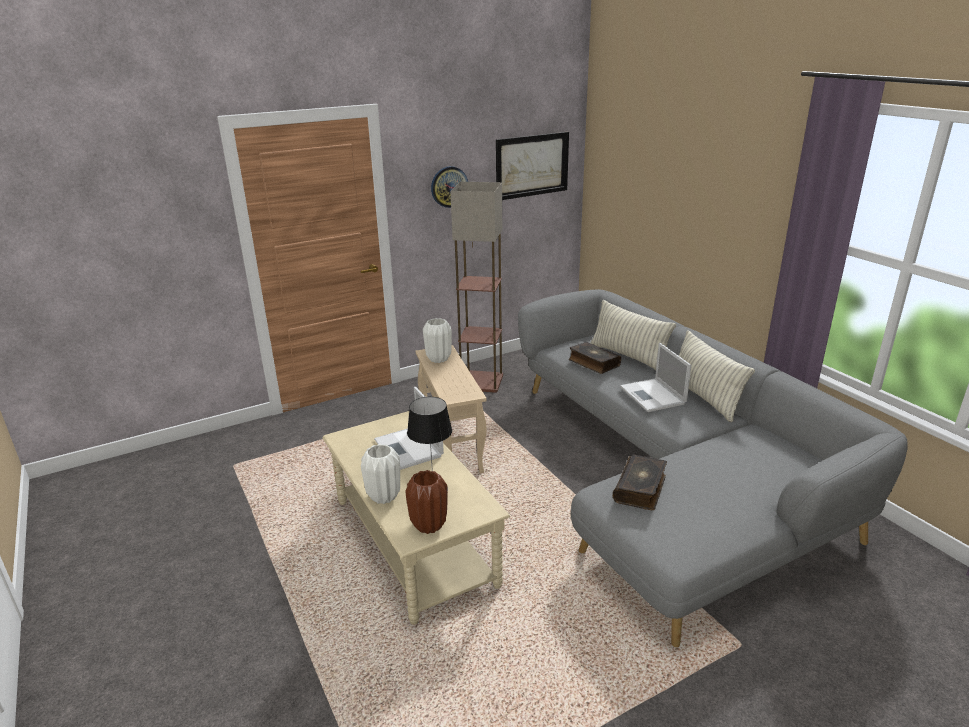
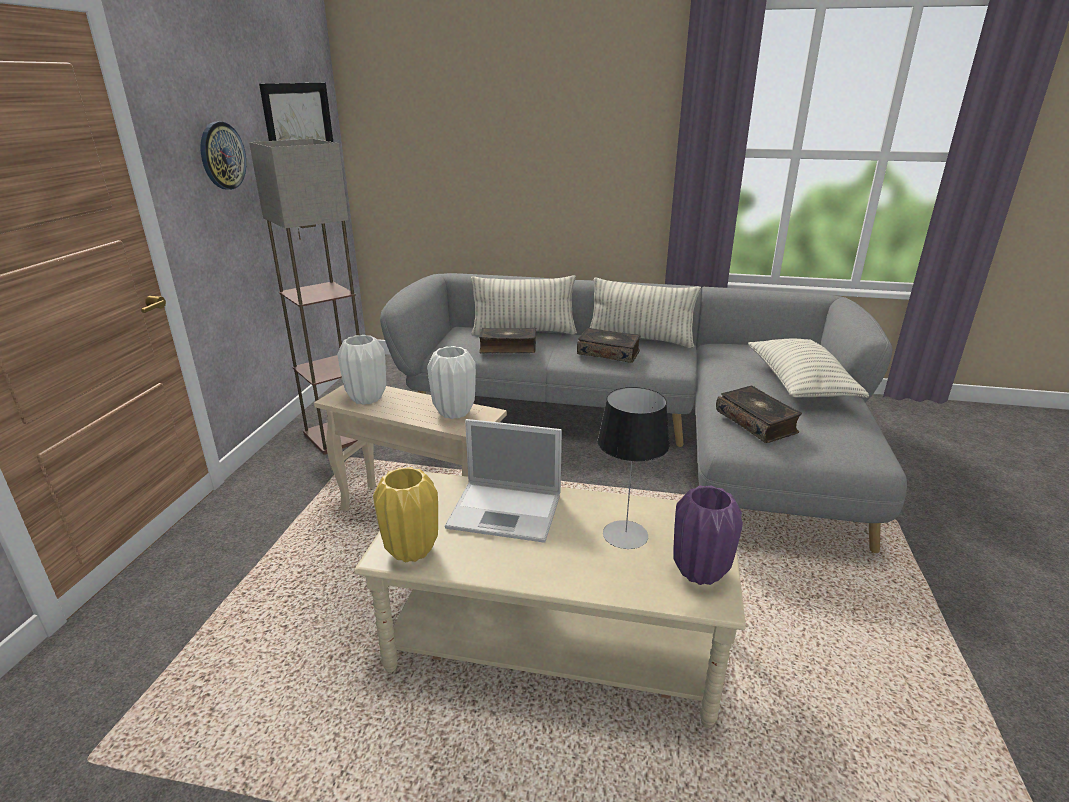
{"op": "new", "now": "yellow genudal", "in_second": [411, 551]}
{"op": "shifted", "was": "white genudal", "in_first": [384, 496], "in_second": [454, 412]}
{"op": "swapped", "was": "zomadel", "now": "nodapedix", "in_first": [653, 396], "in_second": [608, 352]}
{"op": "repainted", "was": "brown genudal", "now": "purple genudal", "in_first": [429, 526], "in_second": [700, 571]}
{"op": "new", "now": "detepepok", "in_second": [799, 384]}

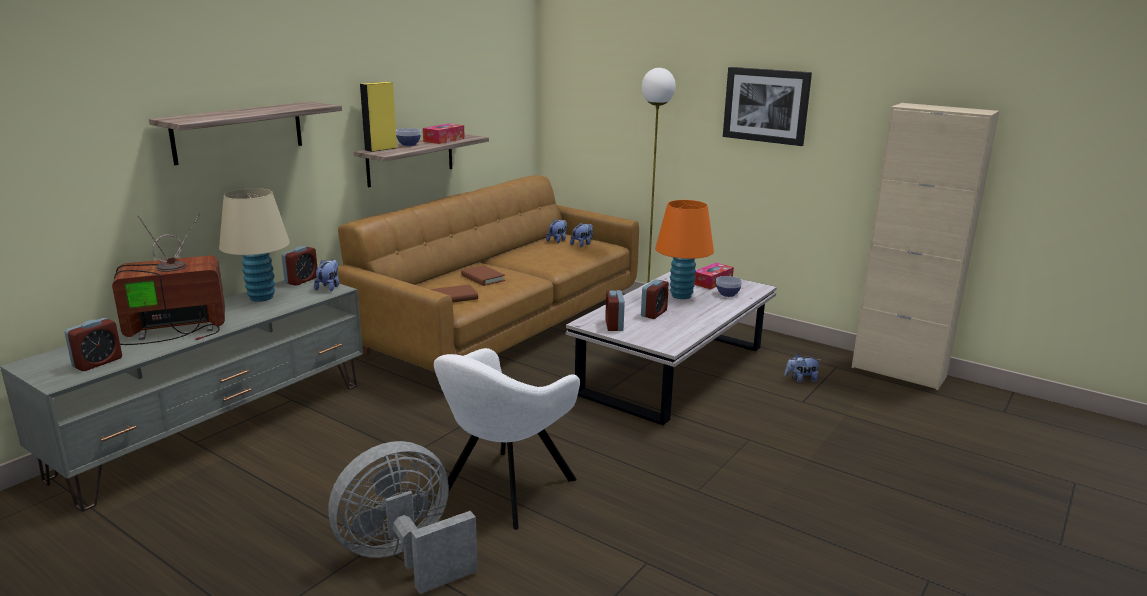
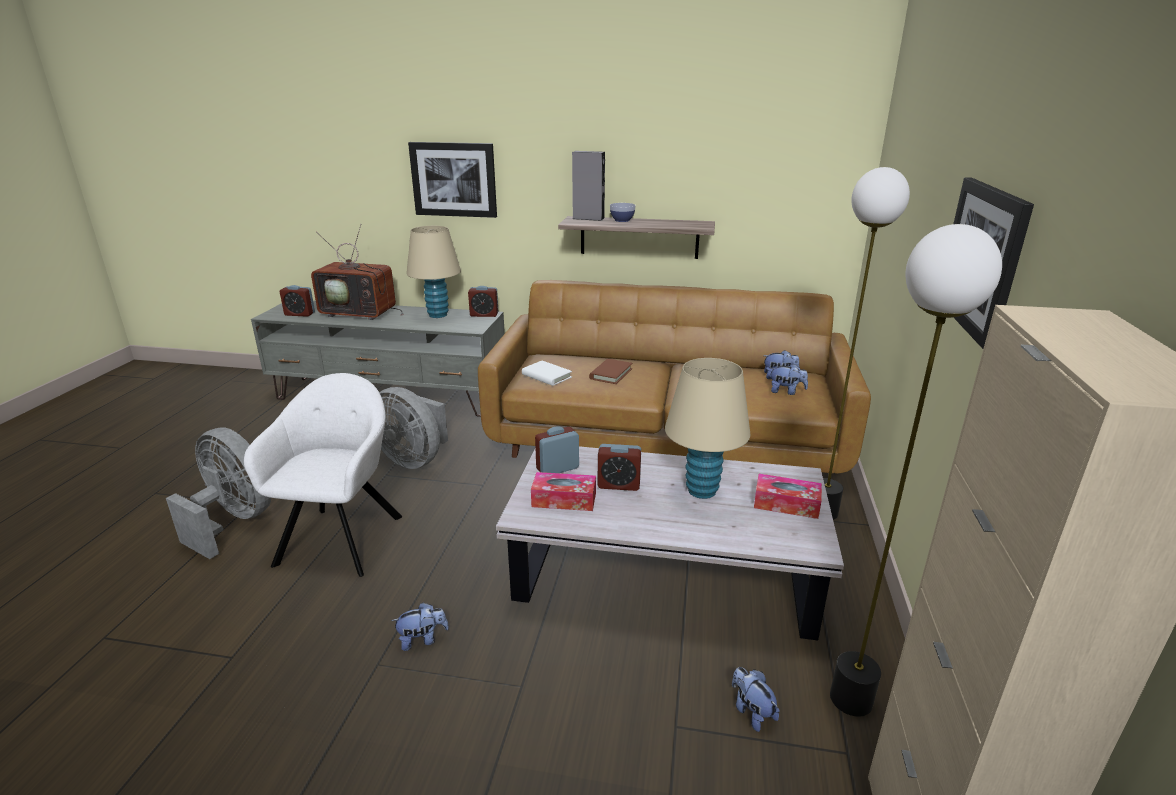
{"op": "rotated", "was": "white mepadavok", "in_first": [504, 489], "in_second": [343, 536], "clockwise": 90}
{"op": "rotated", "was": "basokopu", "in_first": [173, 329], "in_second": [361, 313], "clockwise": 150}
{"op": "new", "now": "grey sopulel", "in_second": [414, 459]}
{"op": "shifted", "was": "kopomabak", "in_first": [329, 287], "in_second": [422, 639]}
{"op": "swapped", "was": "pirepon", "now": "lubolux", "in_first": [239, 132], "in_second": [454, 179]}
{"op": "repainted", "was": "brown nodapedix", "now": "white nodapedix", "in_first": [454, 297], "in_second": [546, 376]}
{"op": "shifted", "was": "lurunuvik", "in_first": [444, 140], "in_second": [564, 500]}
{"op": "repainted", "was": "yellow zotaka", "now": "grey zotaka", "in_first": [381, 149], "in_second": [588, 218]}
{"op": "repainted", "was": "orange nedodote", "now": "beige nedodote", "in_first": [681, 295], "in_second": [702, 491]}
{"op": "new", "now": "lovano", "in_second": [851, 700]}
{"op": "gone", "was": "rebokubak", "in_first": [727, 294]}

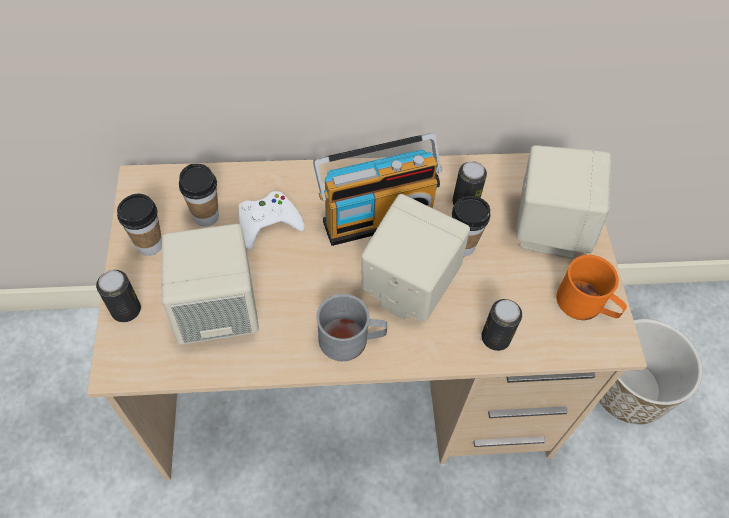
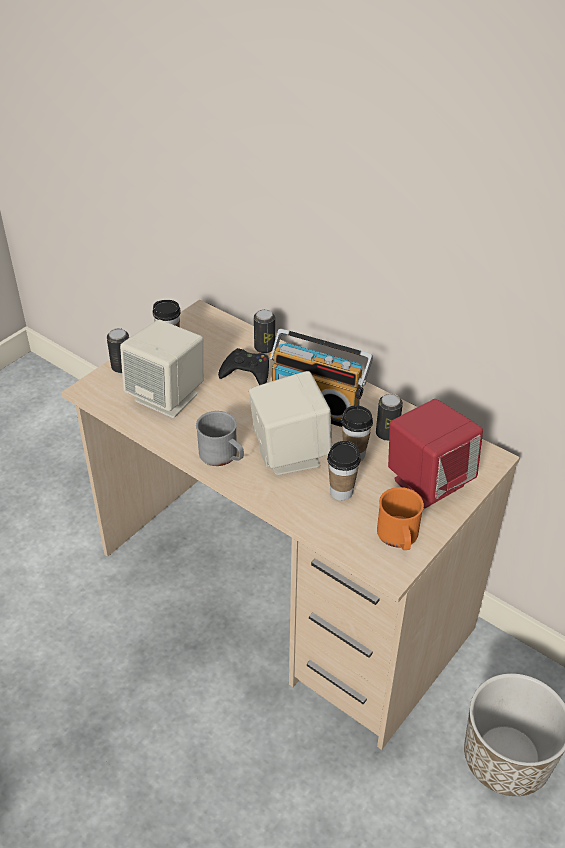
{"op": "repainted", "was": "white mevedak", "now": "black mevedak", "in_first": [268, 223], "in_second": [246, 372]}
{"op": "shifted", "was": "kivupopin", "in_first": [495, 338], "in_second": [264, 348]}
{"op": "shifted", "was": "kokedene", "in_first": [206, 216], "in_second": [341, 492]}
{"op": "repainted", "was": "beige zotaka", "now": "red zotaka", "in_first": [548, 229], "in_second": [428, 482]}

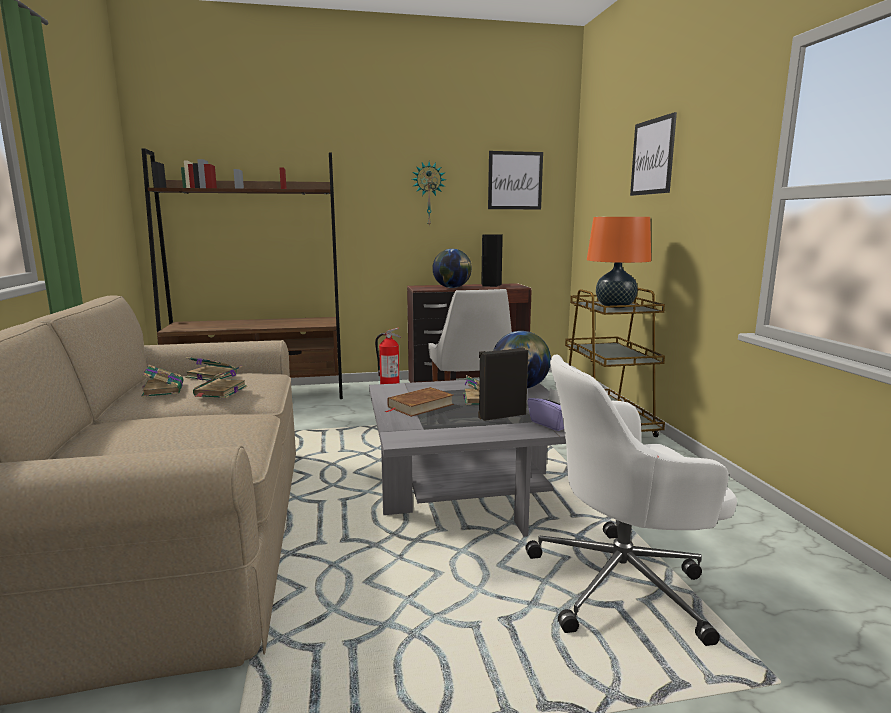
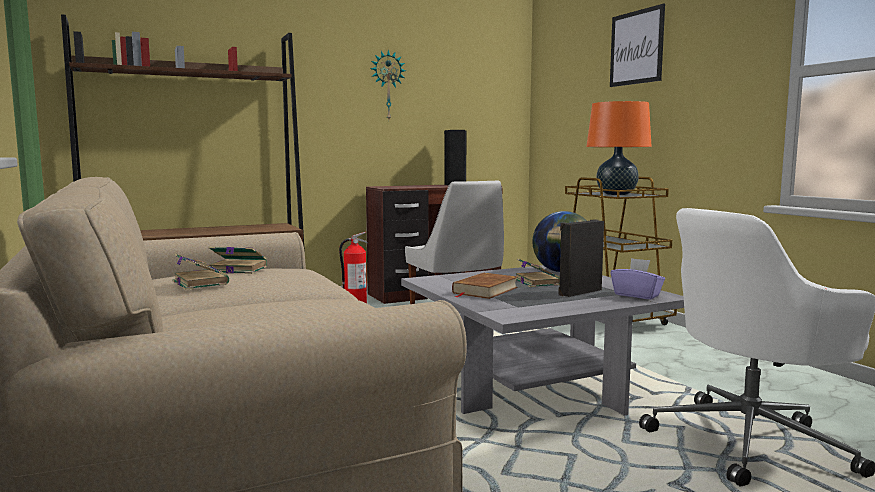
{"op": "gone", "was": "nodapedix", "in_first": [220, 392]}
{"op": "gone", "was": "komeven", "in_first": [452, 288]}
{"op": "gone", "was": "lubolux", "in_first": [515, 180]}

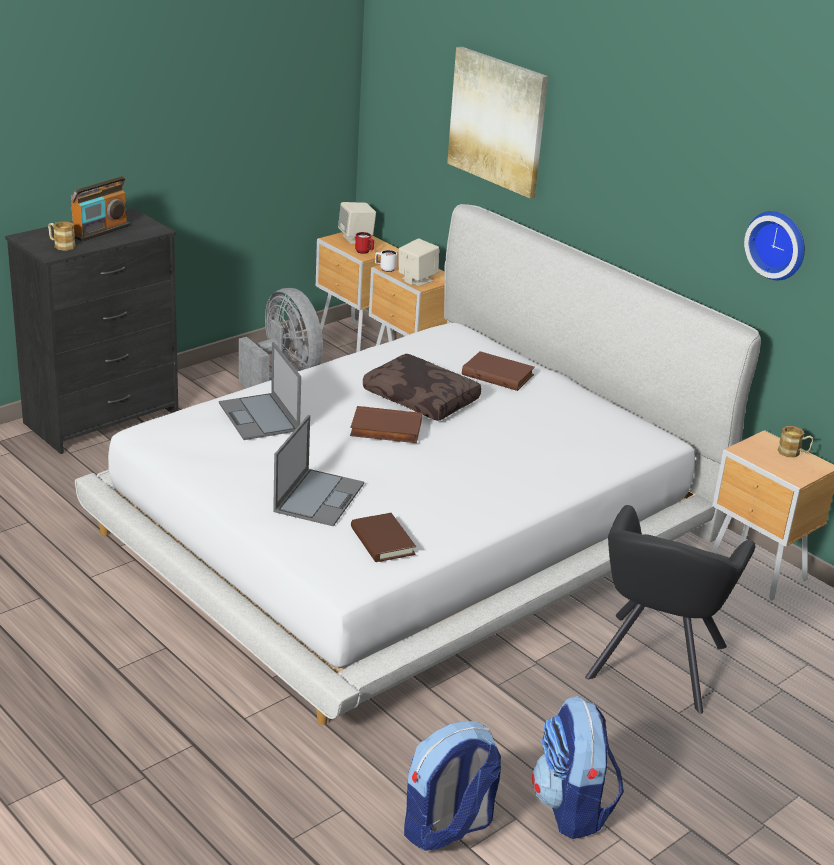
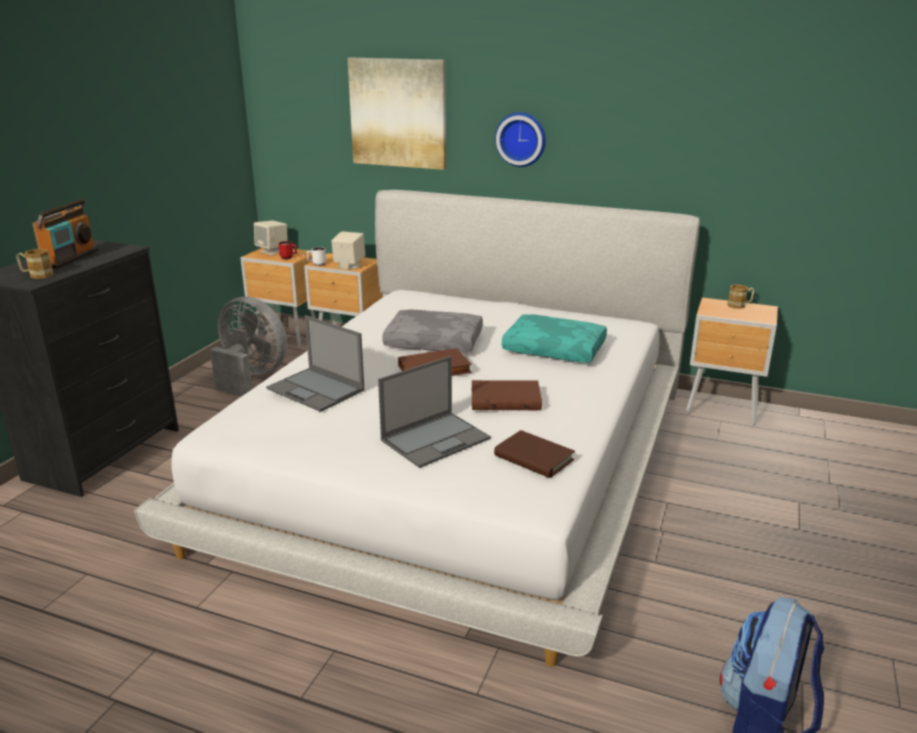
{"op": "rotated", "was": "zomadel", "in_first": [319, 497], "in_second": [436, 439], "clockwise": 60}
{"op": "repainted", "was": "brown detepepok", "now": "grey detepepok", "in_first": [422, 398], "in_second": [435, 341]}
{"op": "shifted", "was": "brown nodapedix", "in_first": [498, 374], "in_second": [506, 399]}
{"op": "shifted", "was": "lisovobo", "in_first": [778, 244], "in_second": [521, 139]}
{"op": "new", "now": "turquoise detepepok", "in_second": [555, 349]}
{"op": "gone", "was": "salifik", "in_first": [572, 807]}
{"op": "gone", "was": "black mepadavok", "in_first": [655, 665]}

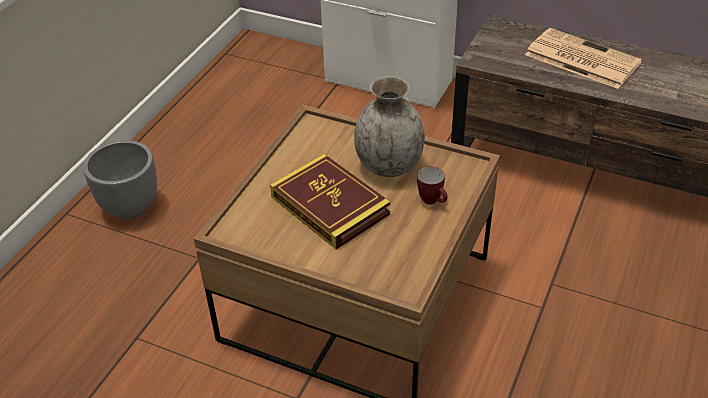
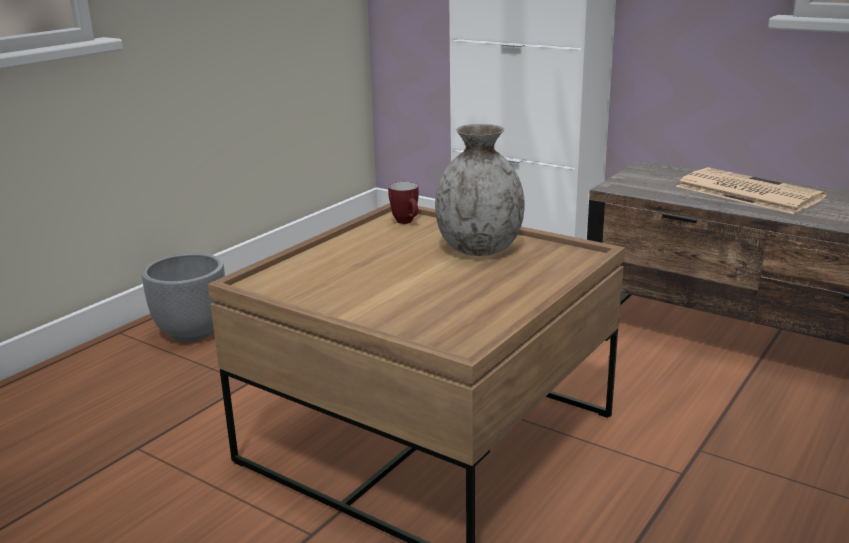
{"op": "shifted", "was": "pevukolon", "in_first": [433, 202], "in_second": [407, 222]}
{"op": "gone", "was": "nodapedix", "in_first": [330, 205]}

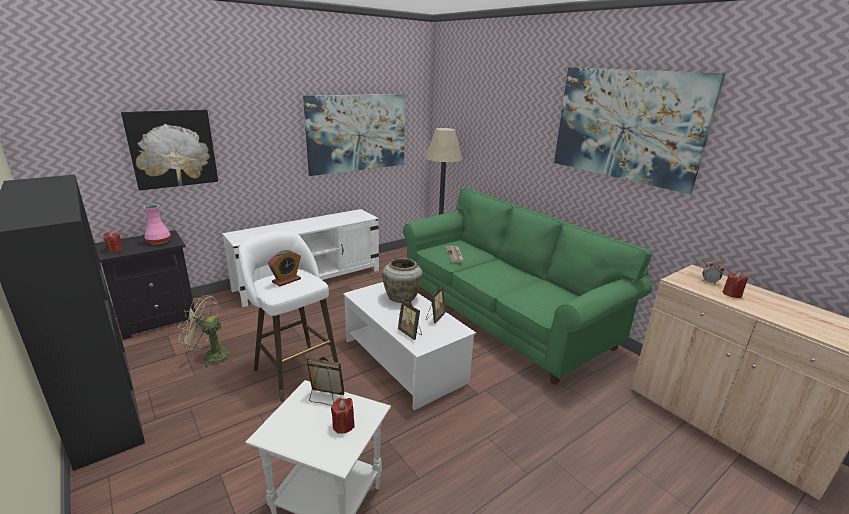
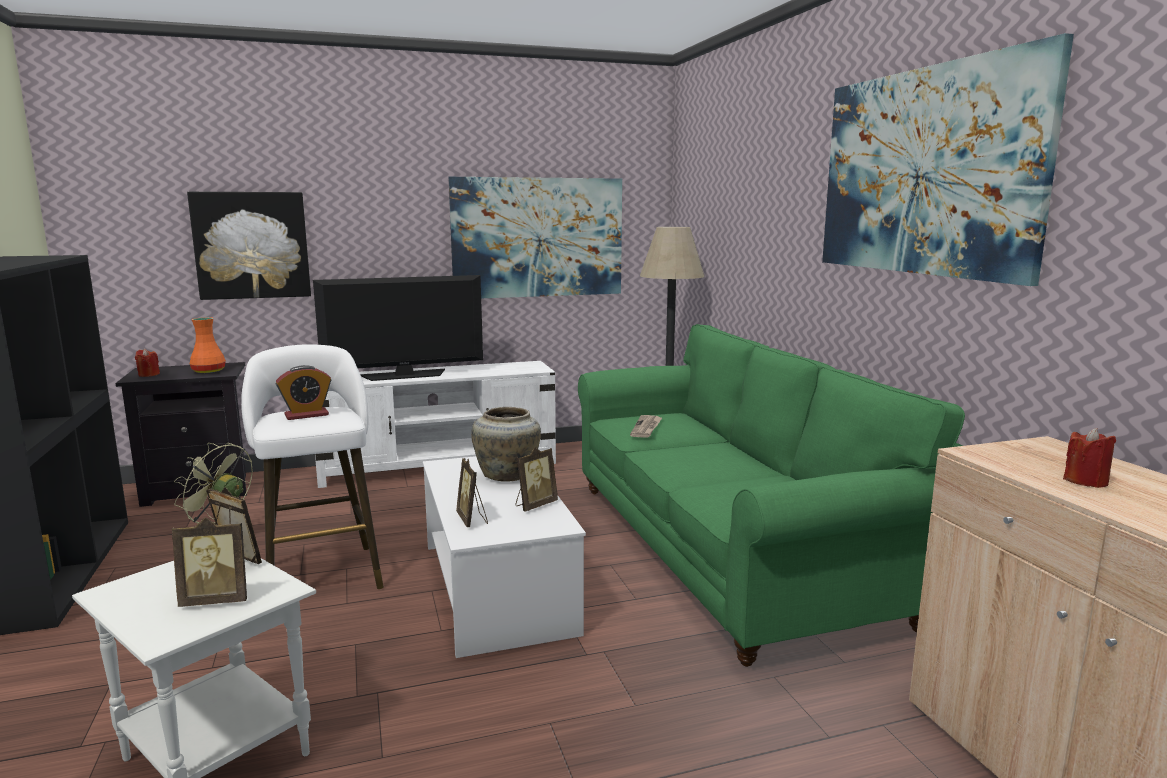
{"op": "swapped", "was": "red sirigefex", "now": "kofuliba", "in_first": [343, 425], "in_second": [217, 600]}
{"op": "repainted", "was": "pink genudal", "now": "orange genudal", "in_first": [158, 242], "in_second": [207, 371]}
{"op": "new", "now": "basokopu", "in_second": [404, 375]}
{"op": "gone", "was": "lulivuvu", "in_first": [710, 282]}

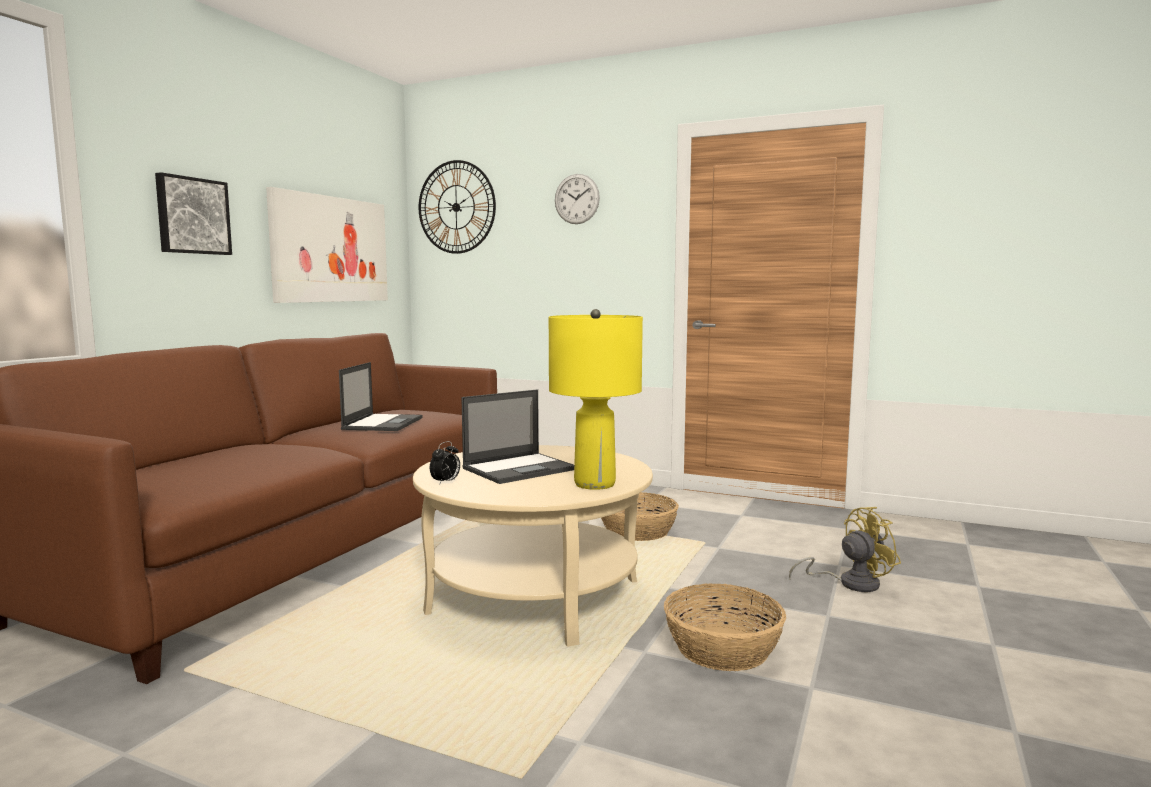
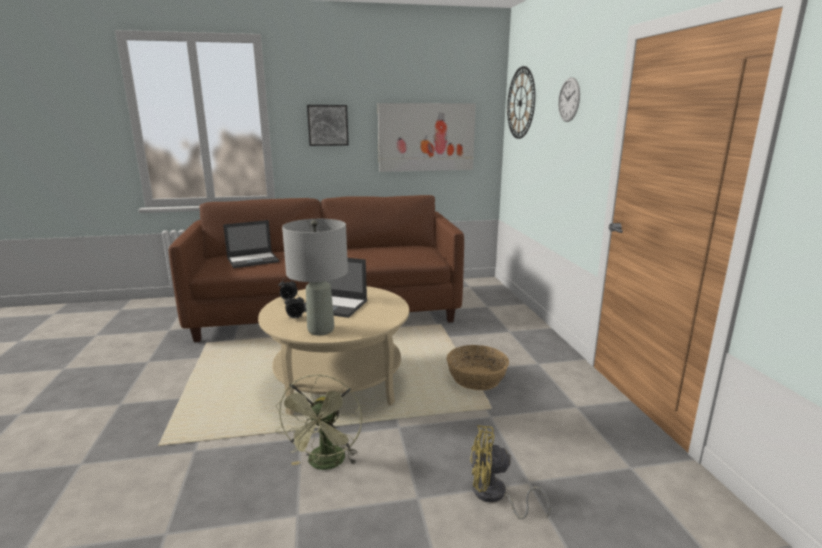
{"op": "shifted", "was": "zomadel", "in_first": [383, 423], "in_second": [253, 260]}
{"op": "swapped", "was": "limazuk", "now": "green sopulel", "in_first": [722, 648], "in_second": [325, 464]}
{"op": "repainted", "was": "yellow nedodote", "now": "grey nedodote", "in_first": [594, 484], "in_second": [321, 330]}
{"op": "new", "now": "lulivuvu", "in_second": [295, 318]}
{"op": "rotated", "was": "yellow sopulel", "in_first": [850, 583], "in_second": [495, 496], "clockwise": 150}

